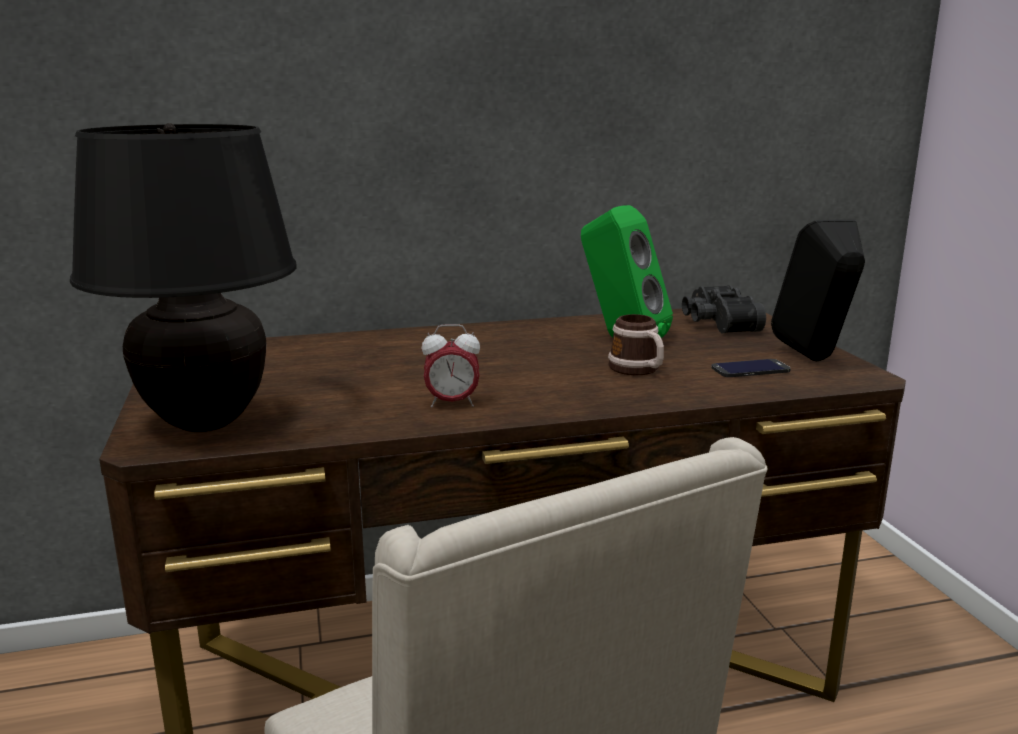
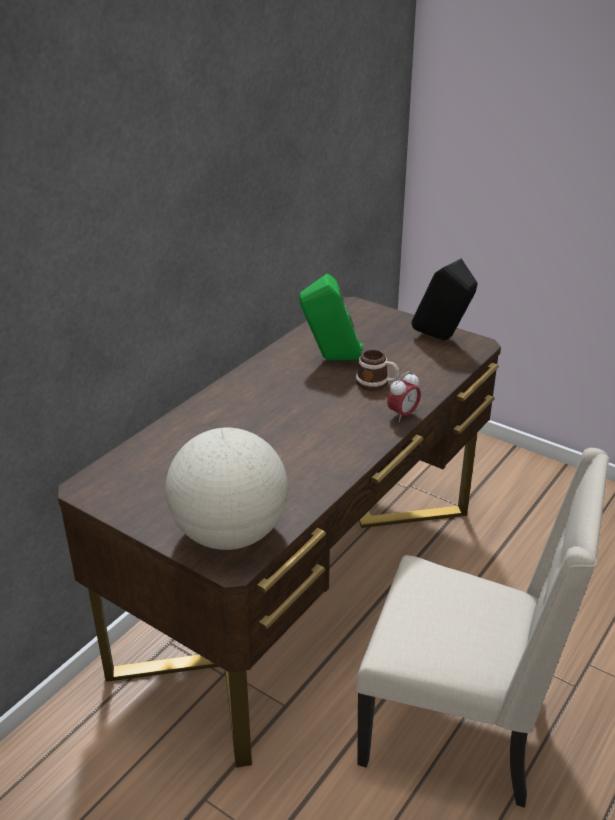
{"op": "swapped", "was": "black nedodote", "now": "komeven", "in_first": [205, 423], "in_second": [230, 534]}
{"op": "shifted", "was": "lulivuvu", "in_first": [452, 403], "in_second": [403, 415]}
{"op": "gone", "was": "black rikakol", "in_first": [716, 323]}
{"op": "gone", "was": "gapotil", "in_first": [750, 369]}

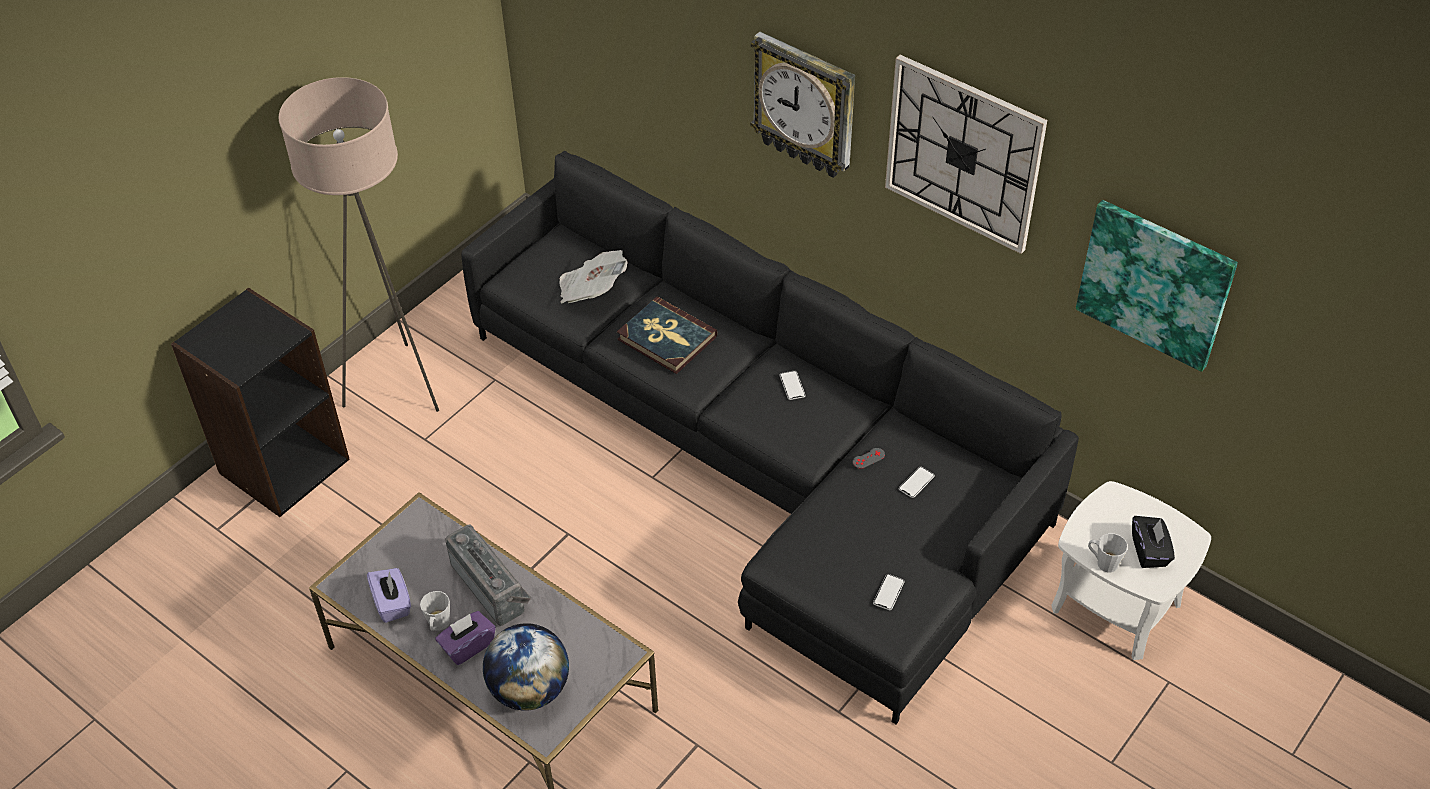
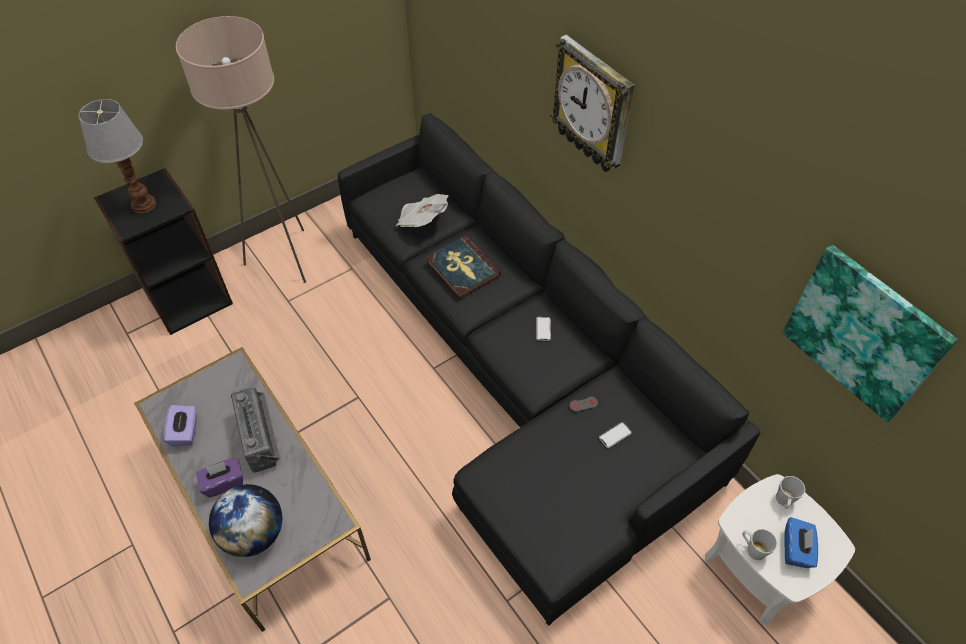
{"op": "new", "now": "nedodote", "in_second": [144, 205]}
{"op": "shifted", "was": "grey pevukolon", "in_first": [438, 625], "in_second": [783, 501]}
{"op": "repainted", "was": "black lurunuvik", "now": "blue lurunuvik", "in_first": [1149, 551], "in_second": [796, 549]}
{"op": "gone", "was": "gapotil", "in_first": [888, 592]}
{"op": "gone", "was": "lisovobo", "in_first": [963, 153]}

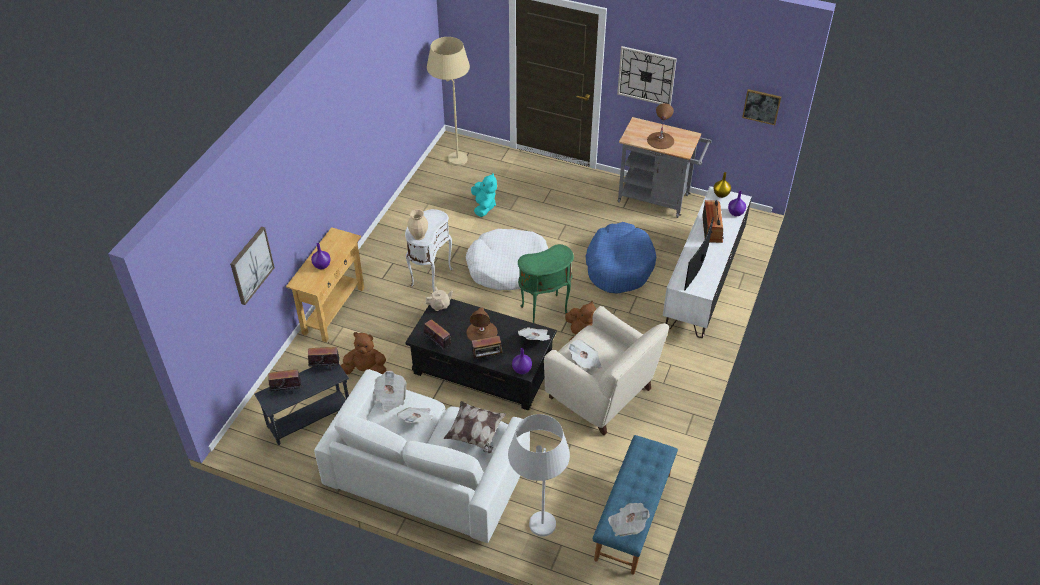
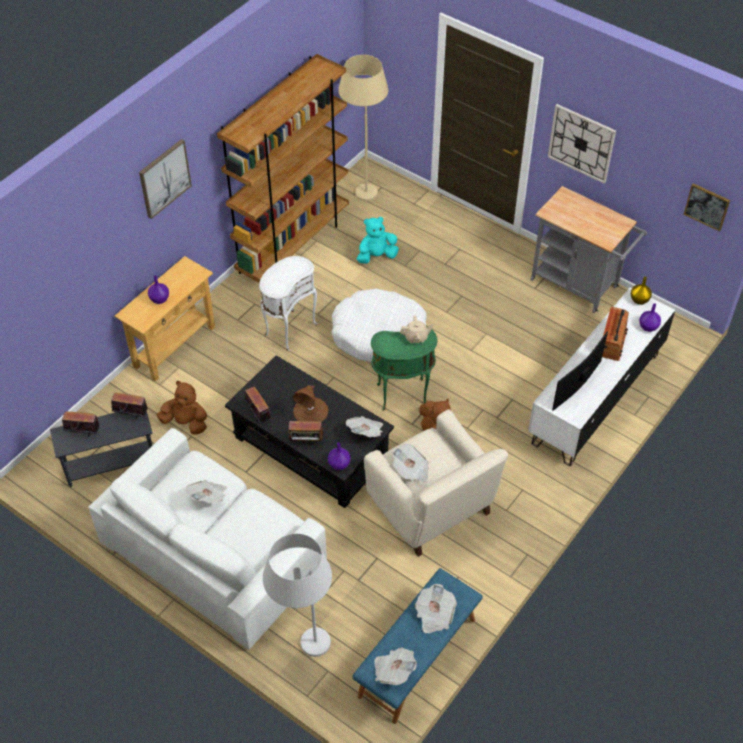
{"op": "shifted", "was": "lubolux", "in_first": [251, 265], "in_second": [164, 178]}
{"op": "new", "now": "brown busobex", "in_second": [293, 245]}
{"op": "rotated", "was": "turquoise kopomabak", "in_first": [484, 206], "in_second": [376, 256], "clockwise": -120}
{"op": "shifted", "was": "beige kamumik", "in_first": [440, 305], "in_second": [416, 337]}
{"op": "shifted", "was": "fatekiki", "in_first": [390, 397], "in_second": [434, 615]}
{"op": "gone", "was": "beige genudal", "in_first": [419, 236]}
{"op": "gone", "was": "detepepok", "in_first": [475, 434]}
{"op": "gone", "was": "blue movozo", "in_first": [619, 266]}
{"op": "gone", "was": "brown nedodote", "in_first": [660, 140]}

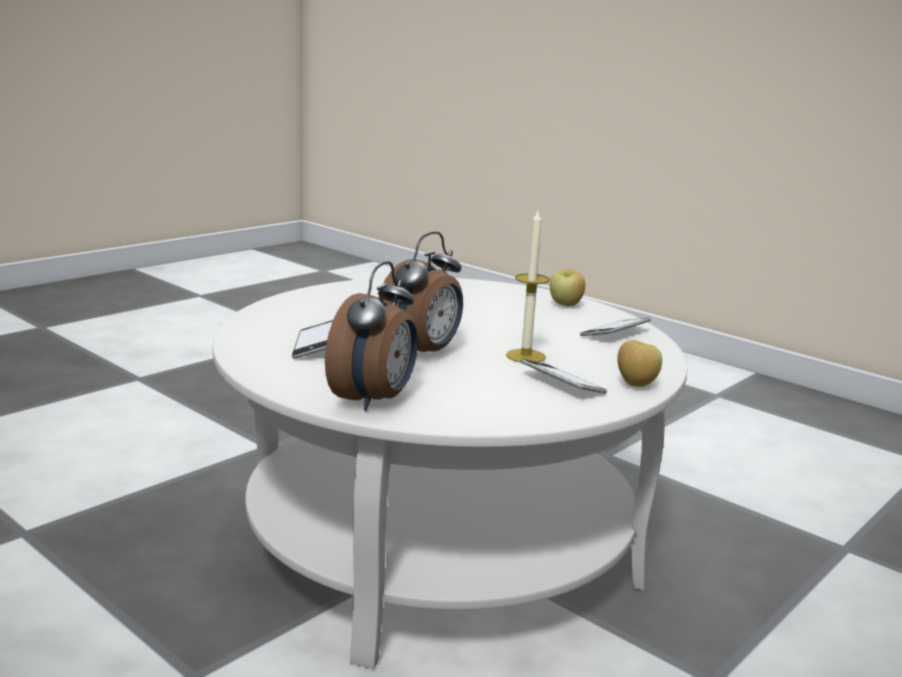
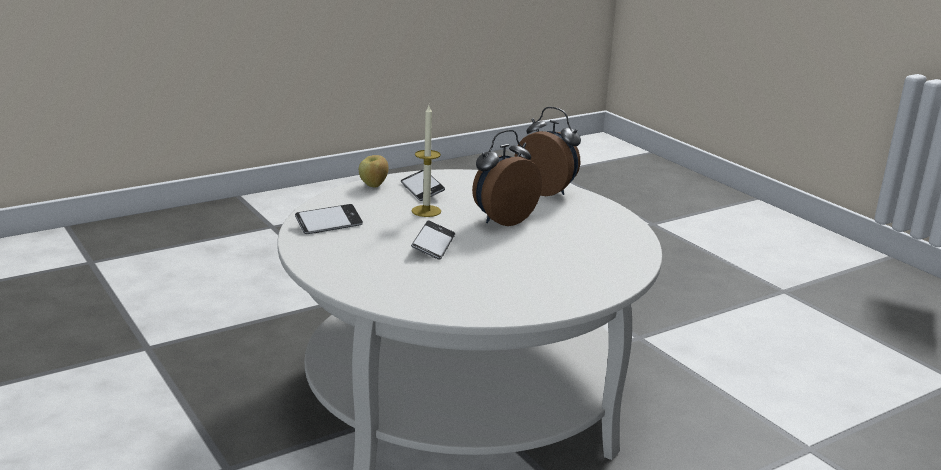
{"op": "shifted", "was": "gapotil", "in_first": [315, 346], "in_second": [433, 245]}
{"op": "rotated", "was": "lulivuvu", "in_first": [375, 400], "in_second": [547, 191], "clockwise": 90}
{"op": "gone", "was": "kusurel", "in_first": [565, 305]}

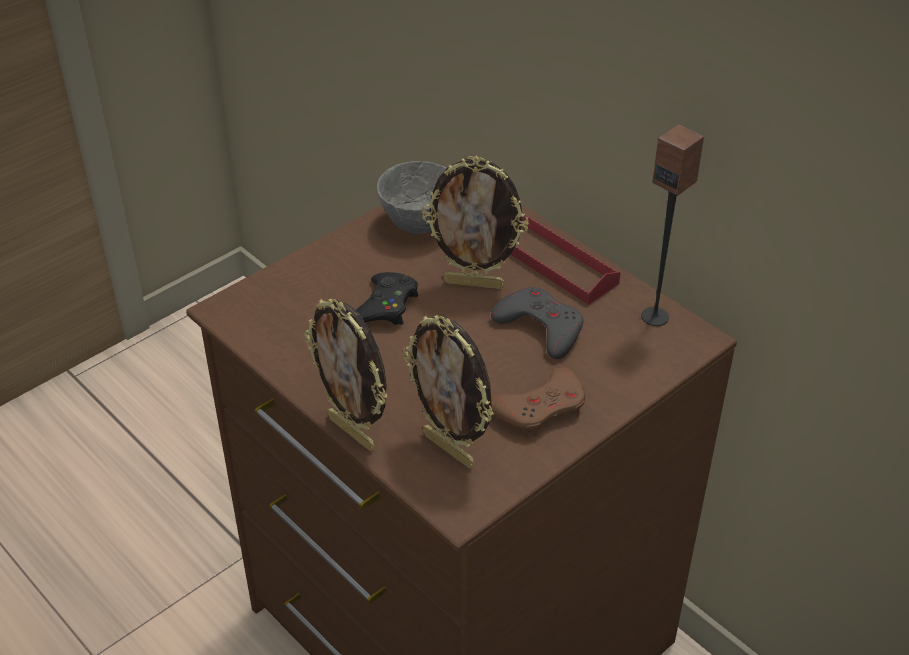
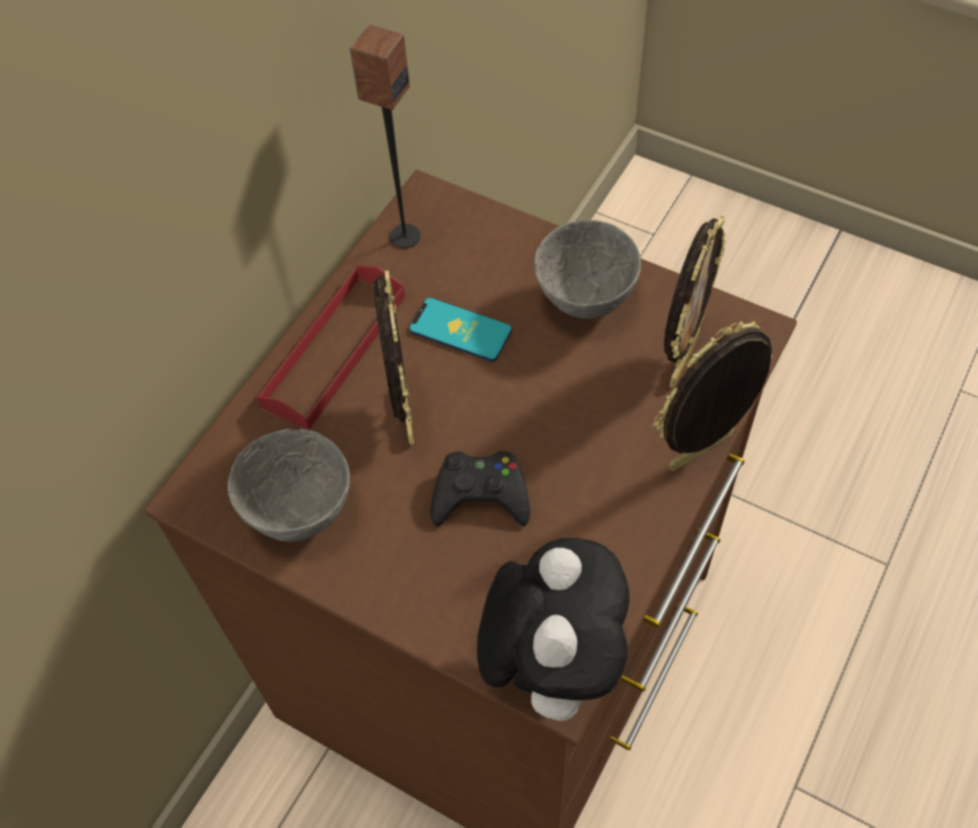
{"op": "swapped", "was": "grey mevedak", "now": "gapotil", "in_first": [540, 327], "in_second": [460, 330]}
{"op": "new", "now": "kopomabak", "in_second": [551, 665]}
{"op": "swapped", "was": "brown mevedak", "now": "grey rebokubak", "in_first": [540, 408], "in_second": [587, 300]}
{"op": "rotated", "was": "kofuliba", "in_first": [353, 432], "in_second": [701, 455], "clockwise": -150}

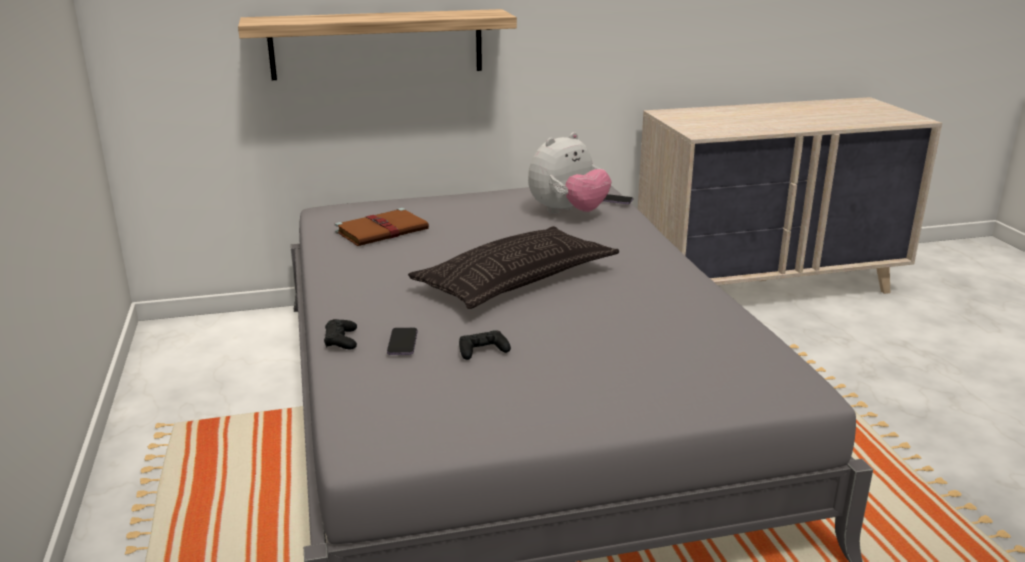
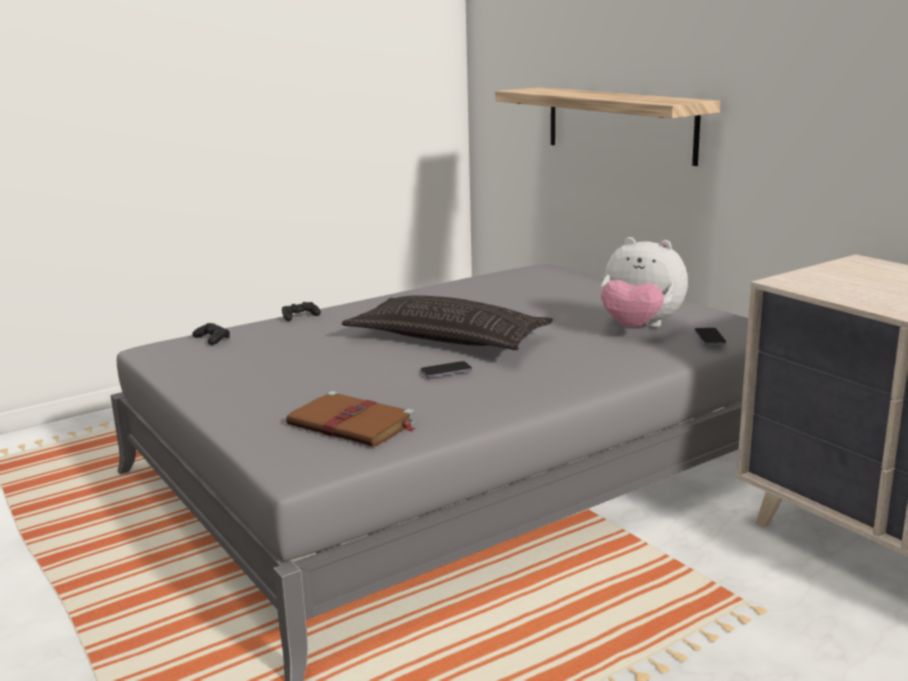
{"op": "shifted", "was": "black mevedak", "in_first": [482, 350], "in_second": [212, 339]}
{"op": "shifted", "was": "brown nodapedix", "in_first": [383, 231], "in_second": [353, 424]}
{"op": "shifted", "was": "gapotil", "in_first": [402, 343], "in_second": [446, 371]}

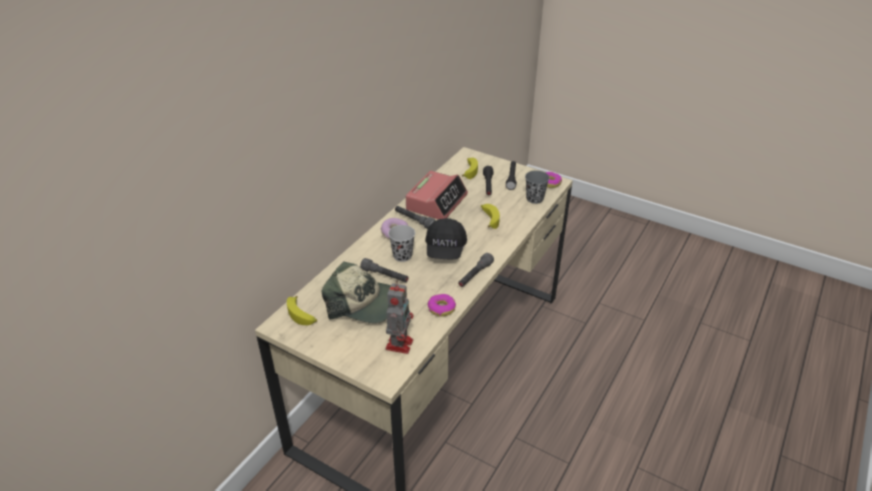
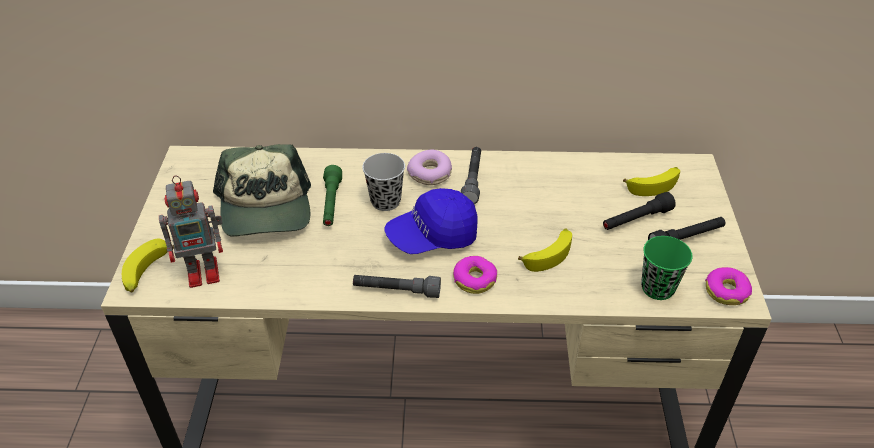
{"op": "shifted", "was": "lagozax", "in_first": [302, 315], "in_second": [147, 272]}
{"op": "repainted", "was": "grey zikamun", "now": "green zikamun", "in_first": [385, 276], "in_second": [331, 203]}
{"op": "repainted", "was": "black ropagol", "now": "blue ropagol", "in_first": [445, 249], "in_second": [432, 236]}
{"op": "shifted", "was": "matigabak", "in_first": [441, 308], "in_second": [474, 279]}
{"op": "repainted", "was": "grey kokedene", "now": "green kokedene", "in_first": [534, 199], "in_second": [657, 288]}
{"op": "gone", "was": "lulivuvu", "in_first": [437, 202]}

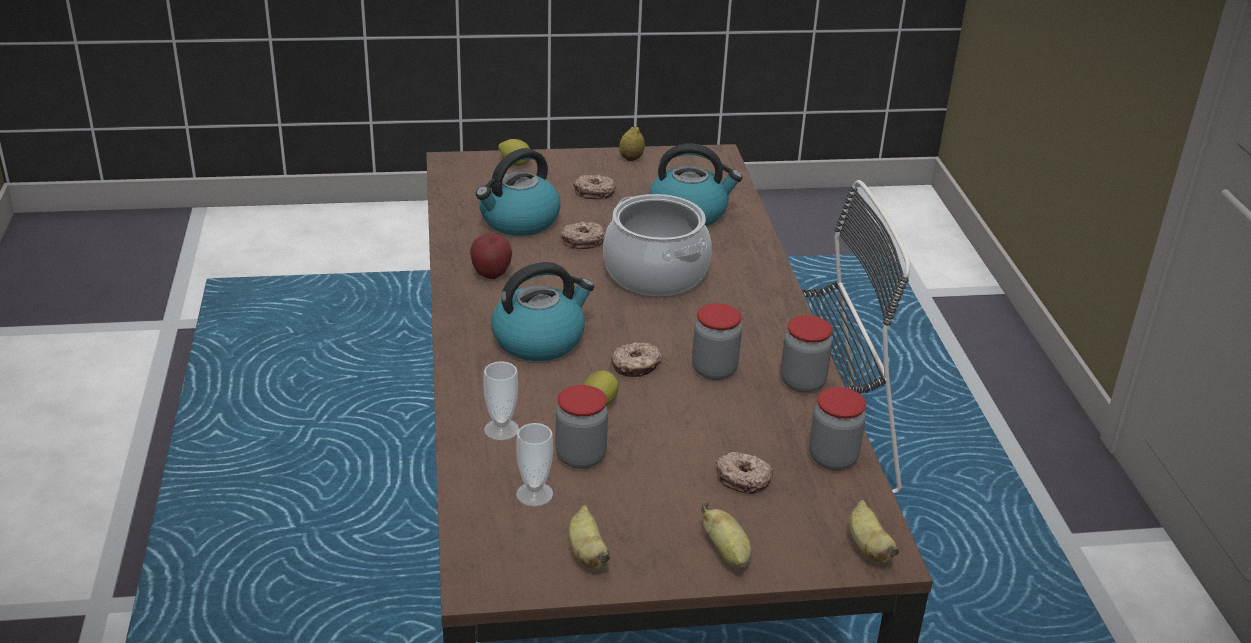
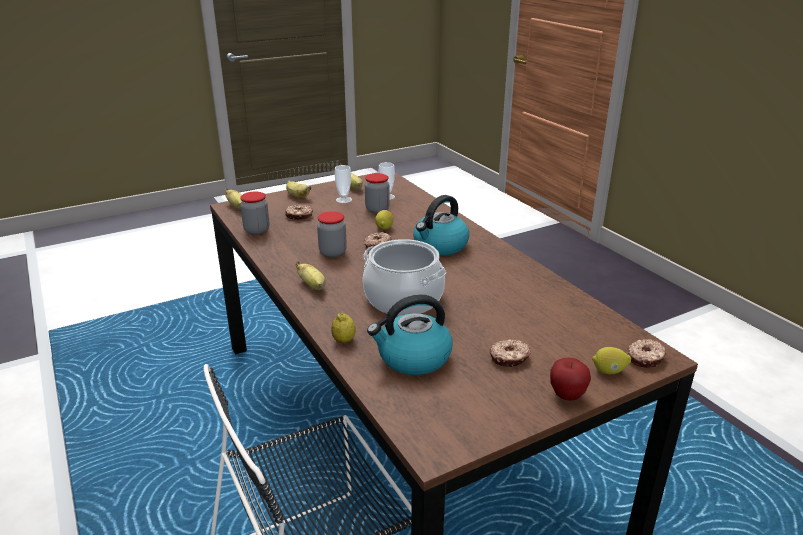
{"op": "new", "now": "lagozax", "in_second": [313, 286]}
{"op": "shifted", "was": "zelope", "in_first": [631, 159], "in_second": [344, 340]}
{"op": "shifted", "was": "kokedene", "in_first": [501, 429], "in_second": [344, 200]}
{"op": "shifted", "was": "kusurel", "in_first": [491, 275], "in_second": [567, 395]}
{"op": "shifted", "was": "matigabak", "in_first": [582, 241], "in_second": [645, 358]}
{"op": "gone", "was": "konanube", "in_first": [518, 221]}
{"op": "gone", "was": "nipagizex", "in_first": [802, 382]}

